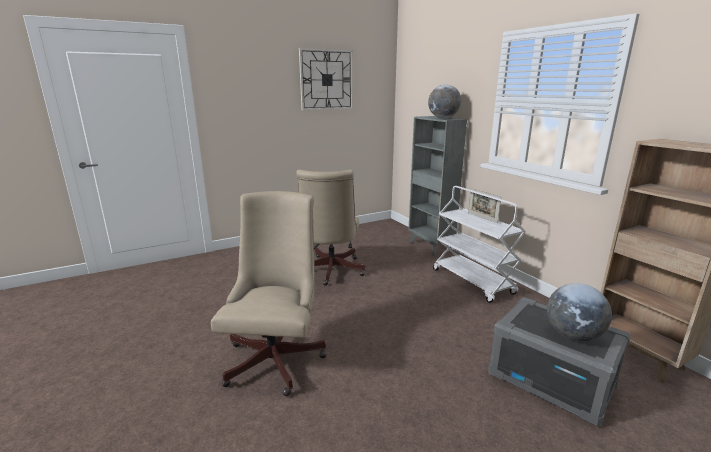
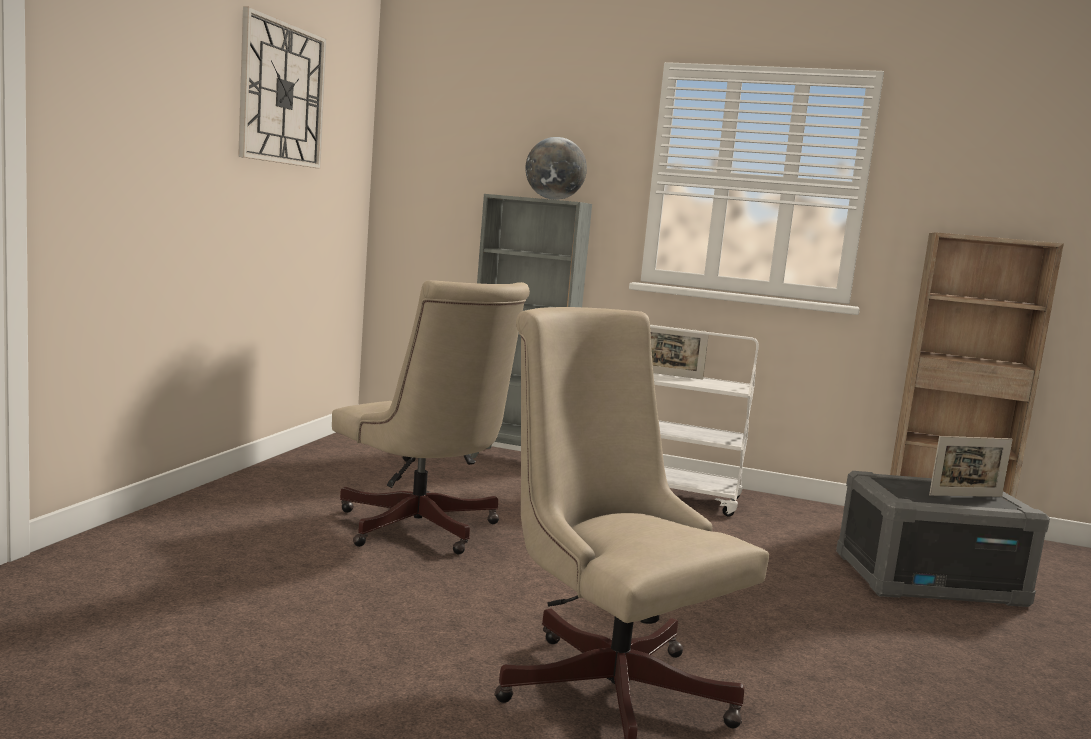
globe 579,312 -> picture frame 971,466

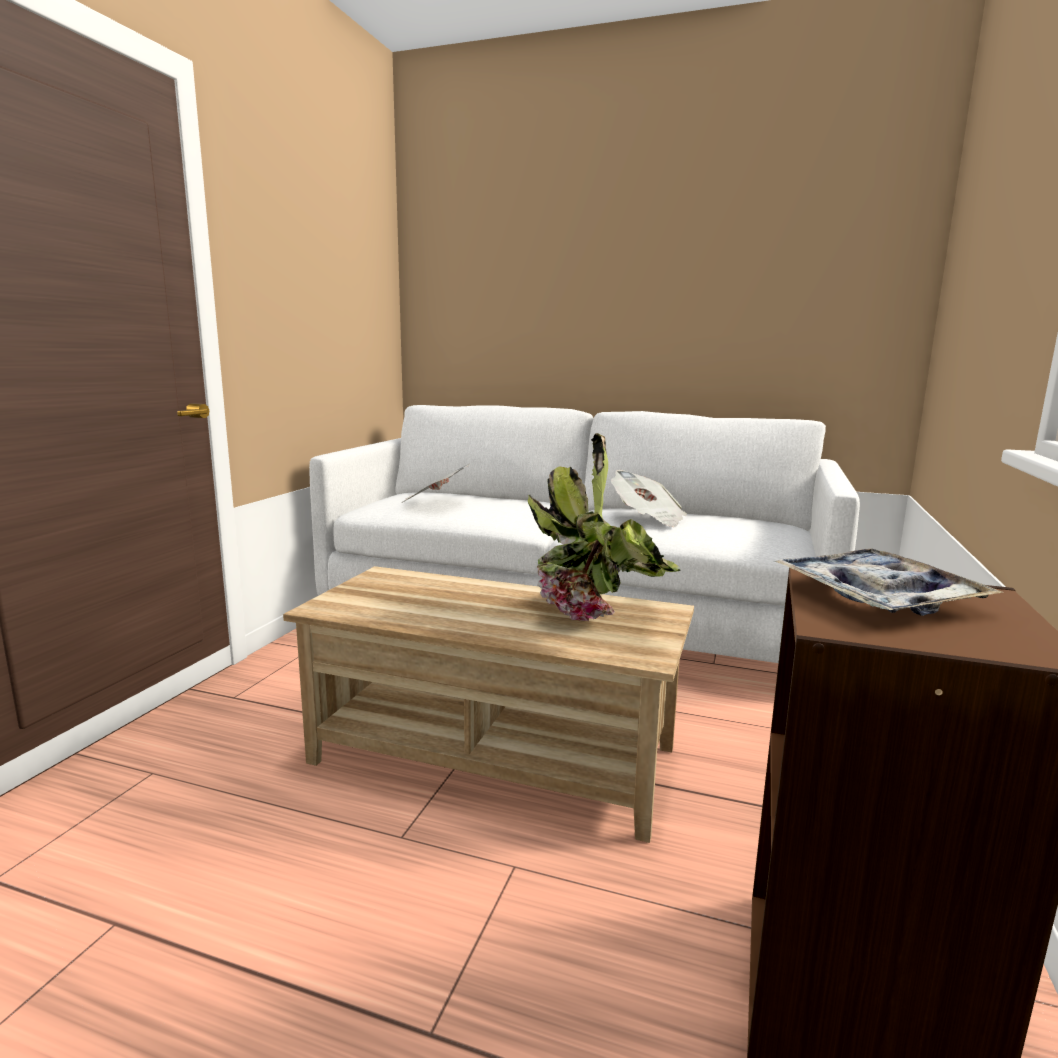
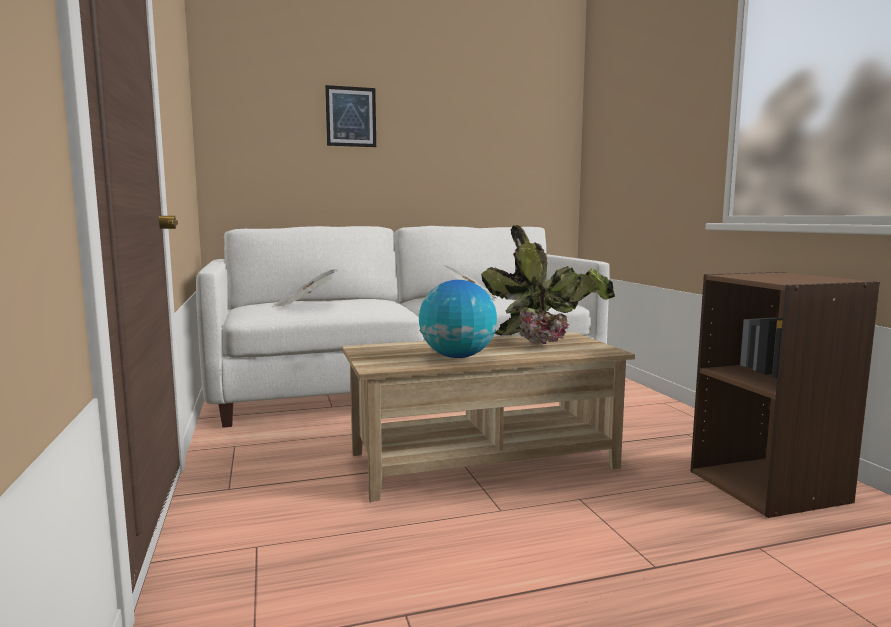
tray 888,582 -> none
none -> picture 350,116
none -> globe 458,319

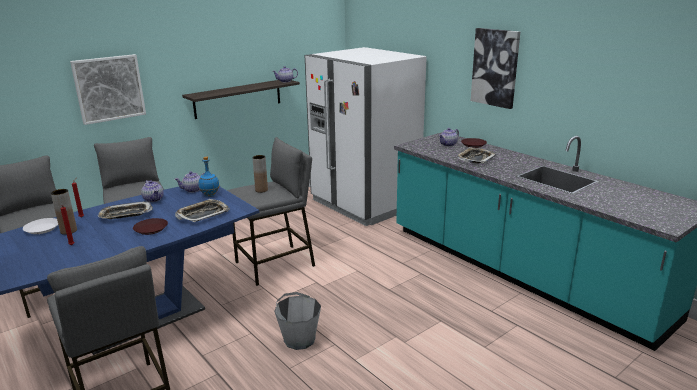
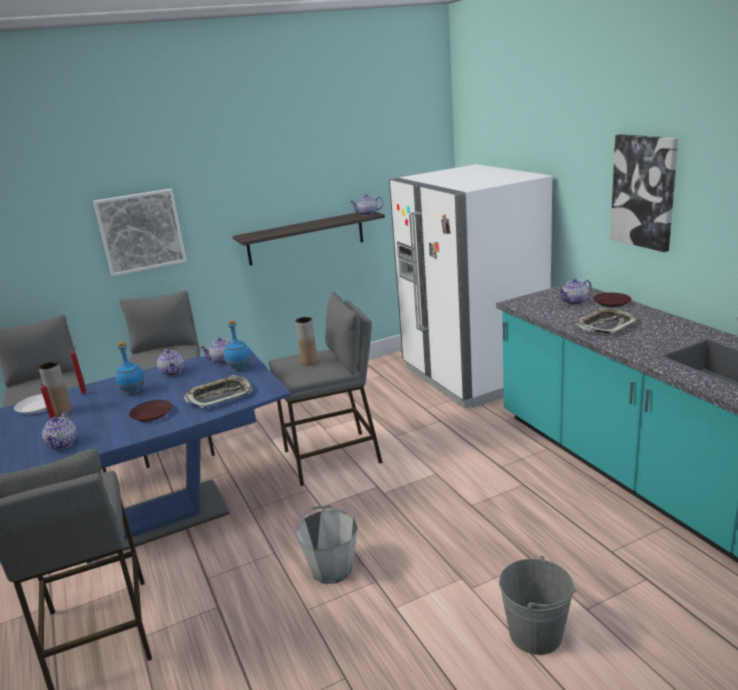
tray 125,210 -> bottle in blue 130,368
none -> teapot 59,430
none -> bucket in grey 537,605

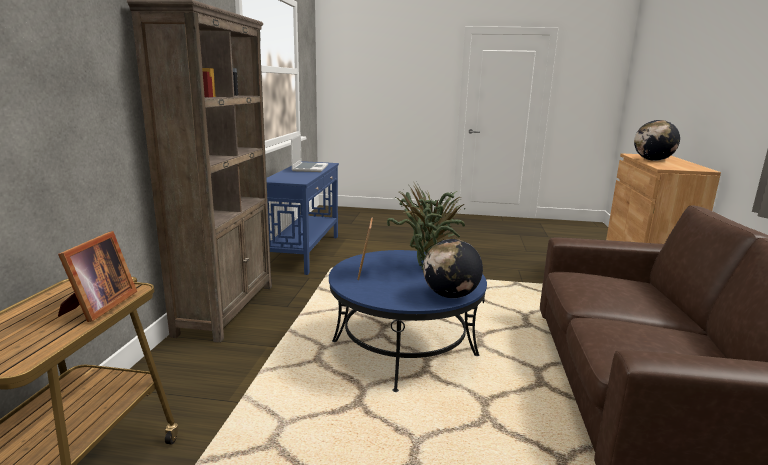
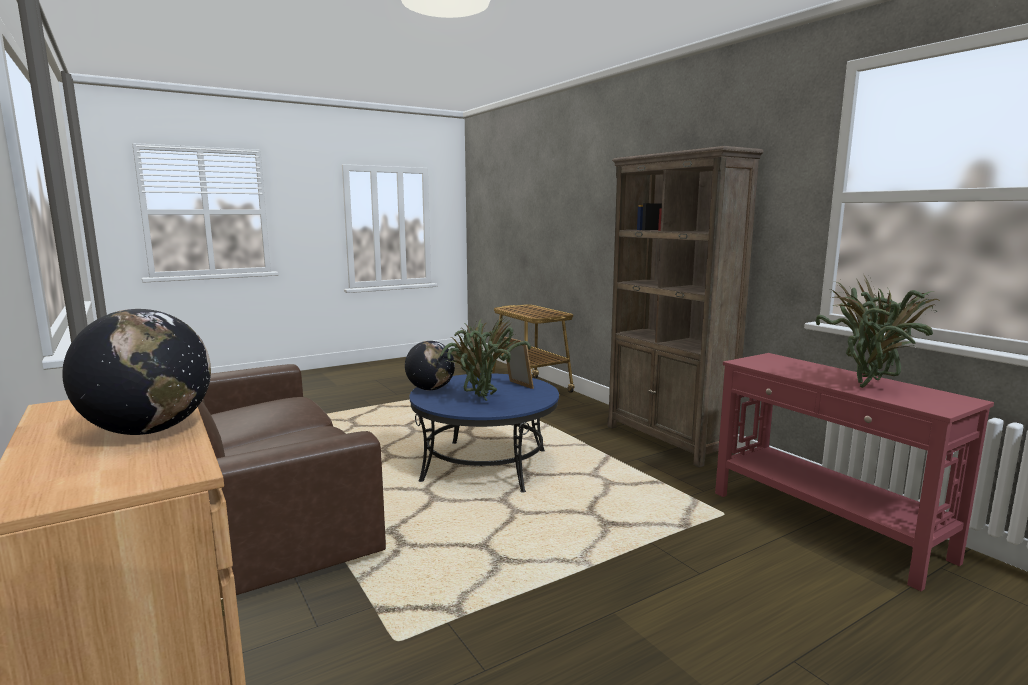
picture frame 97,276 -> none
console table in blue 302,218 -> console table in red 854,472
laptop 309,153 -> potted plant 878,331

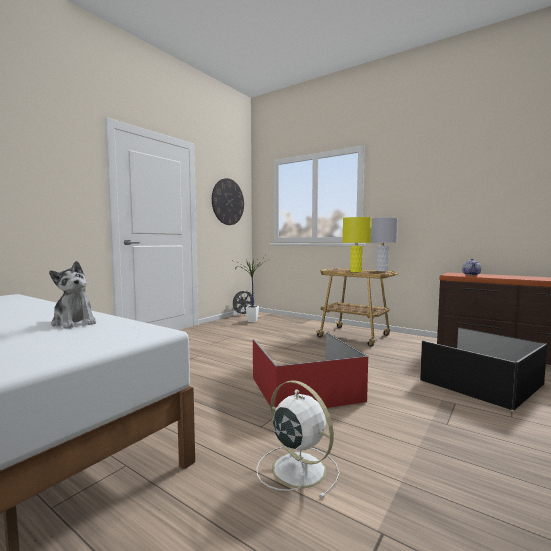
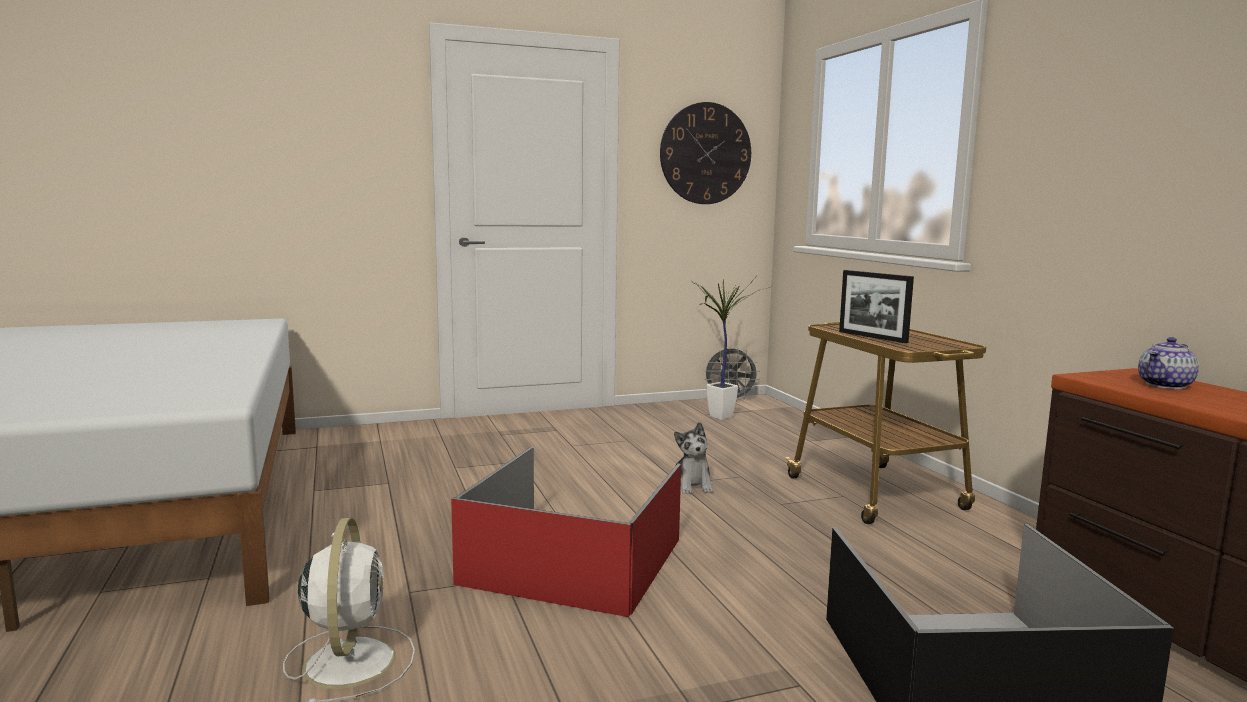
plush toy 72,295 -> plush toy 693,458, shifted
table lamp in yellow 357,244 -> picture frame 876,306
table lamp in grey 384,244 -> none

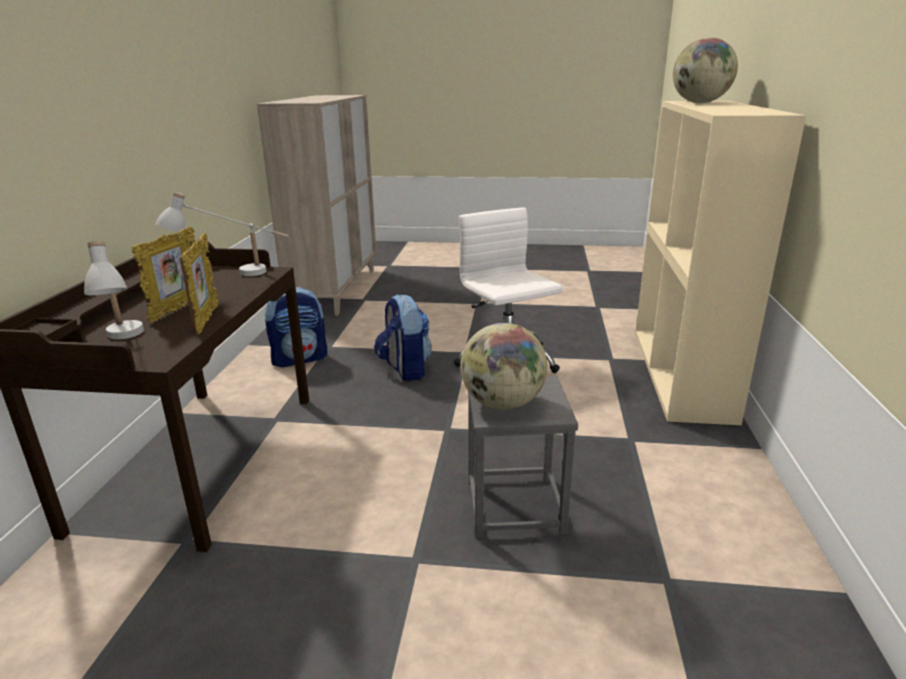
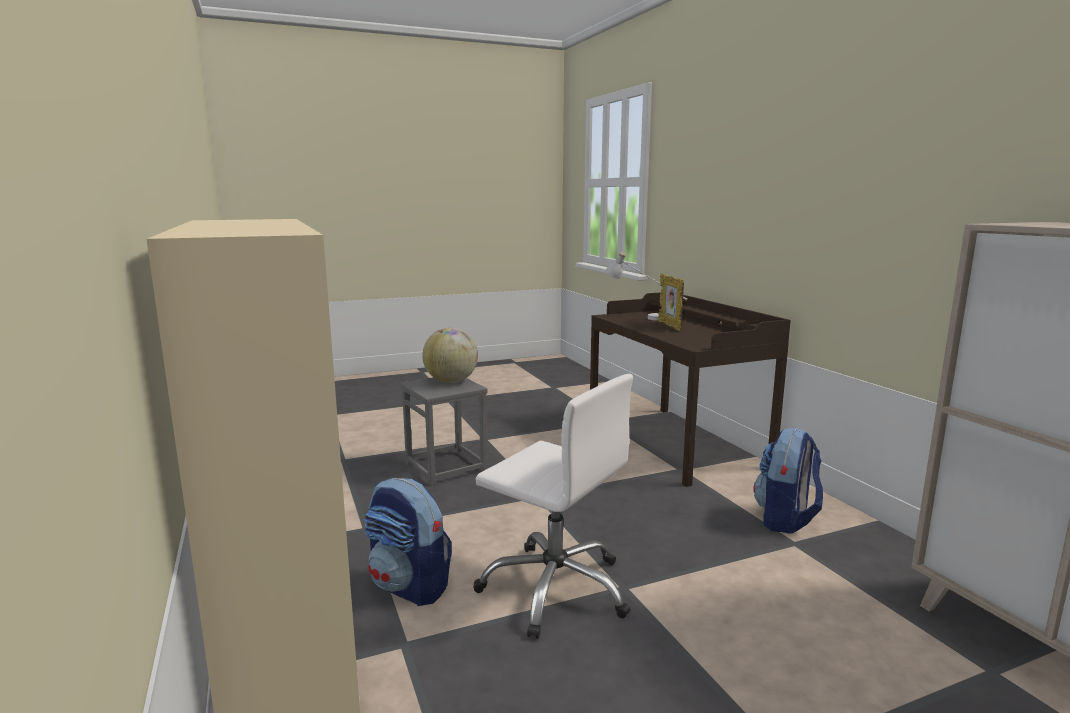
table lamp in white 222,234 -> none
picture frame 199,283 -> none
backpack 403,337 -> backpack 408,542, shifted
globe 705,70 -> none

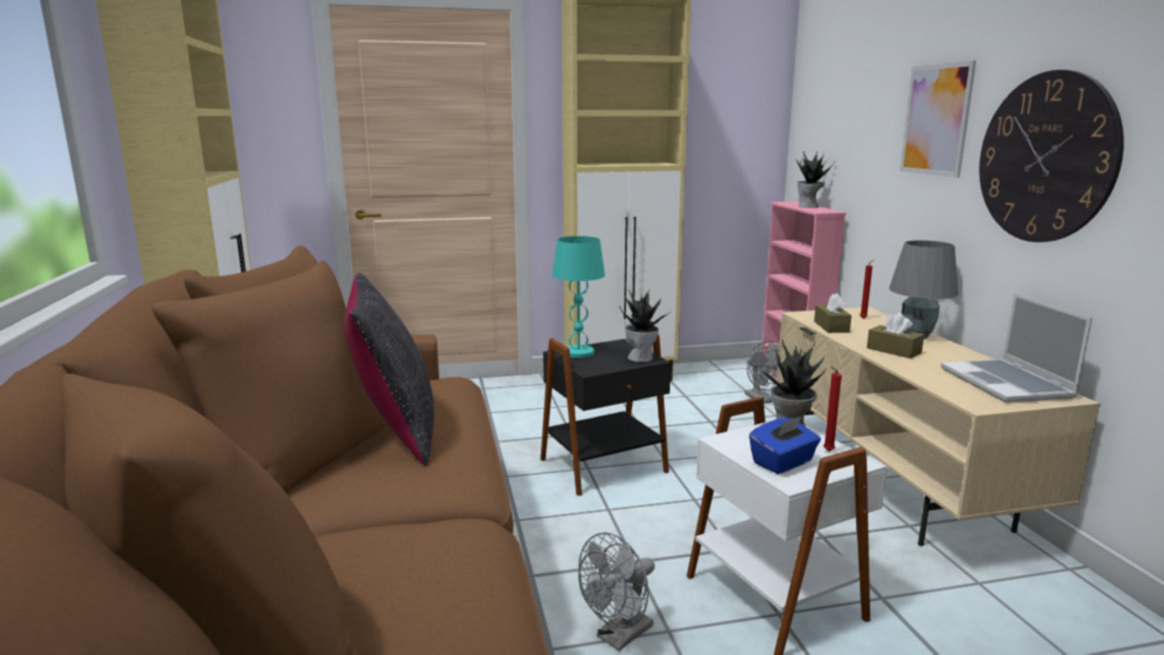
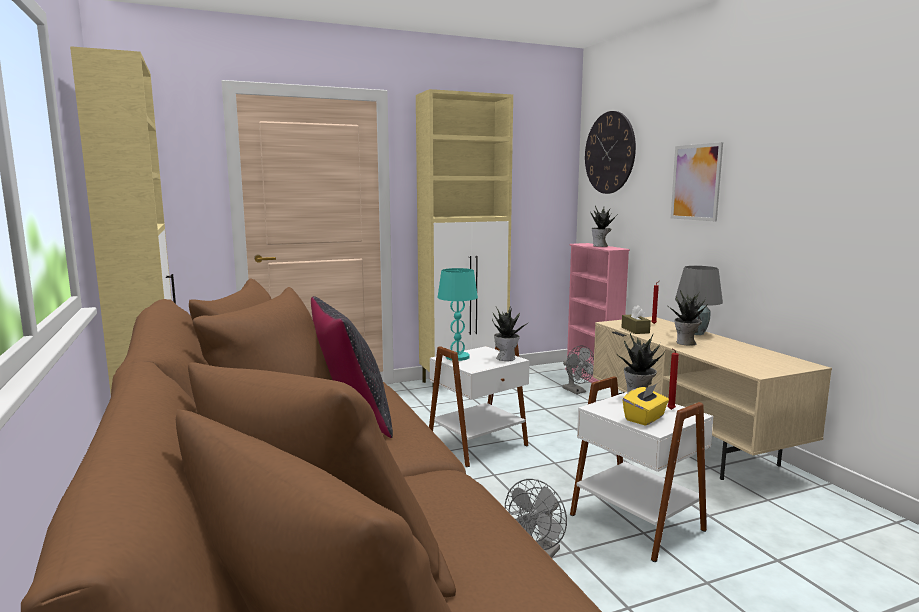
side table in black 605,415 -> side table in white 479,405
tissue box in blue 785,445 -> tissue box in yellow 646,405
tissue box in brown 895,336 -> potted plant 687,318
laptop 1016,348 -> none
wall clock 1051,156 -> wall clock 610,152, shifted

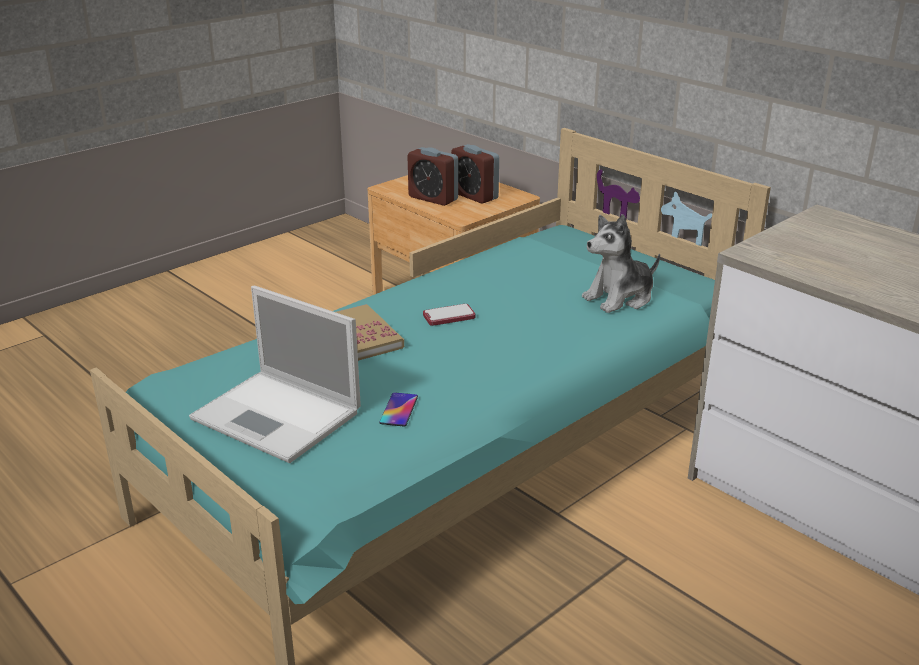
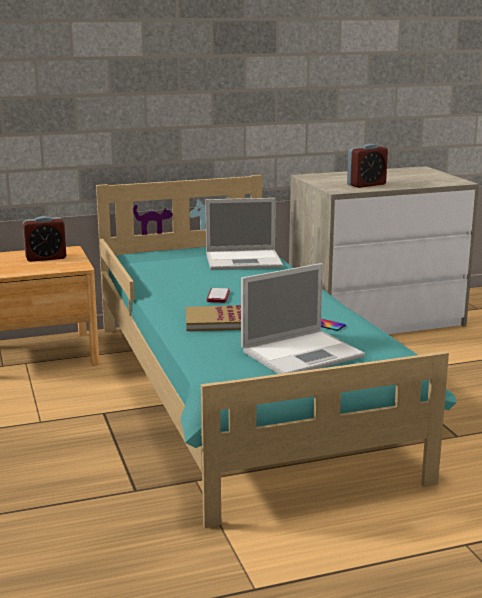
alarm clock 432,176 -> alarm clock 367,166, shifted
plush toy 621,263 -> laptop 244,234

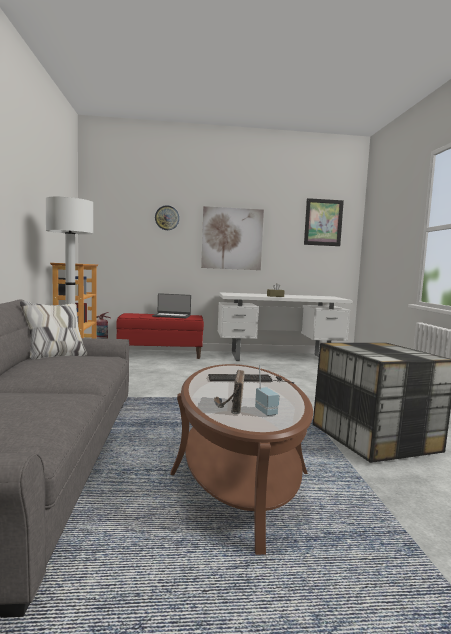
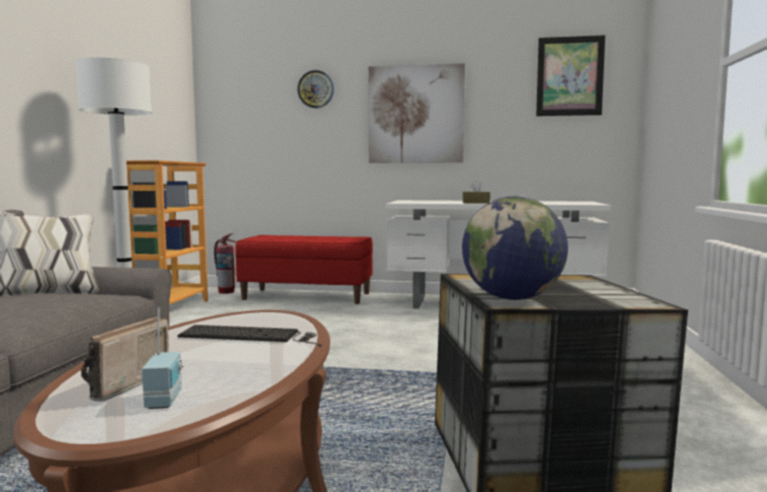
laptop 171,305 -> none
none -> globe 515,248

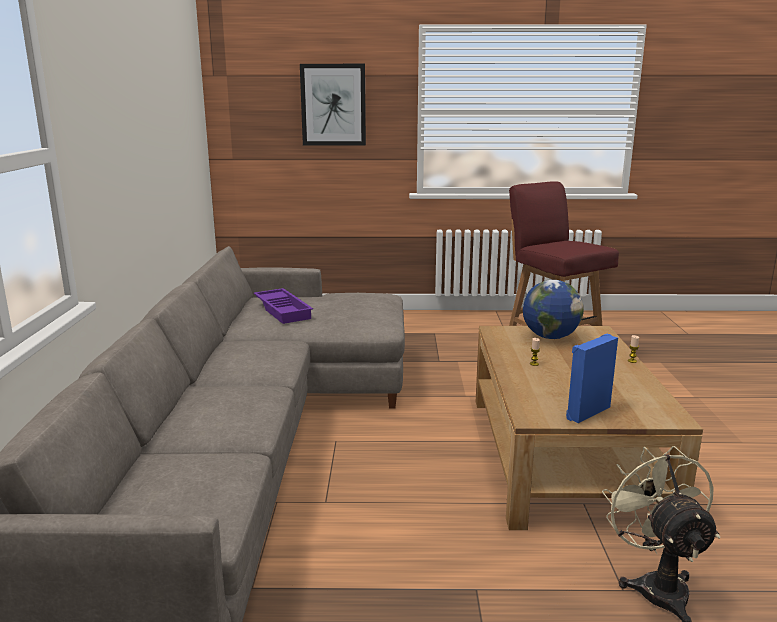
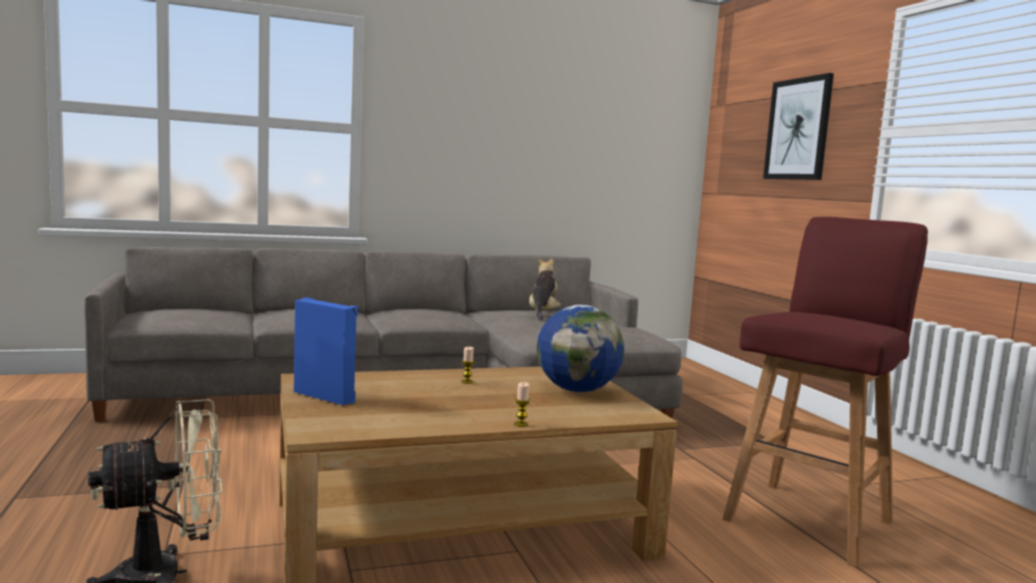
tray in purple 283,306 -> plush toy 545,289

